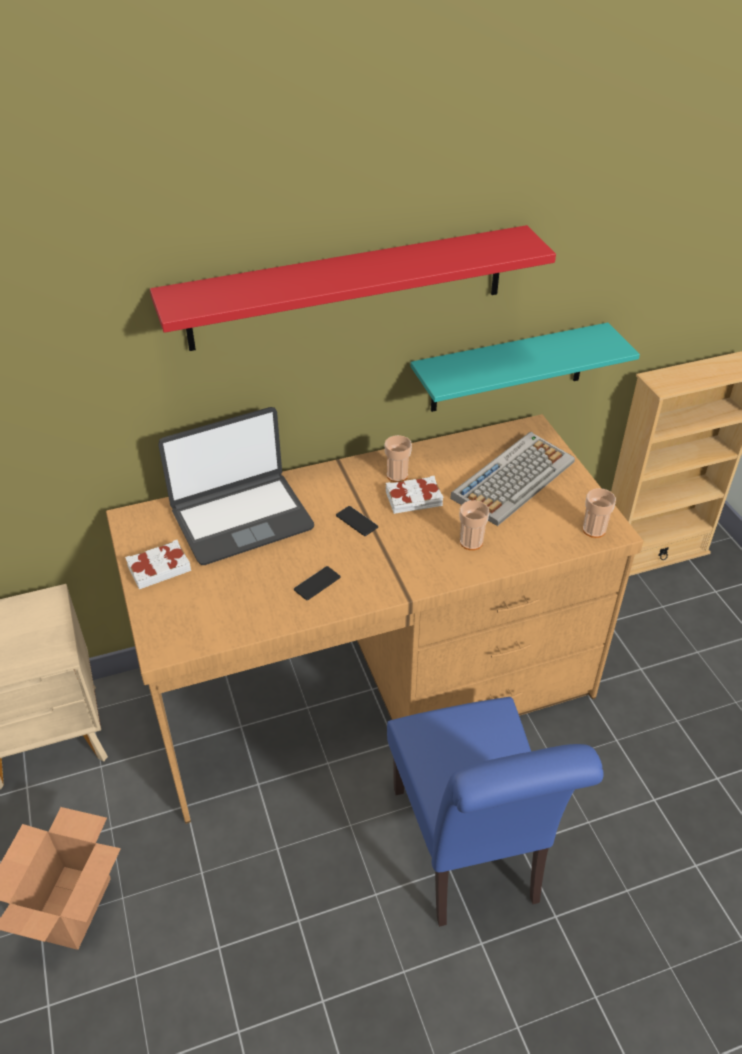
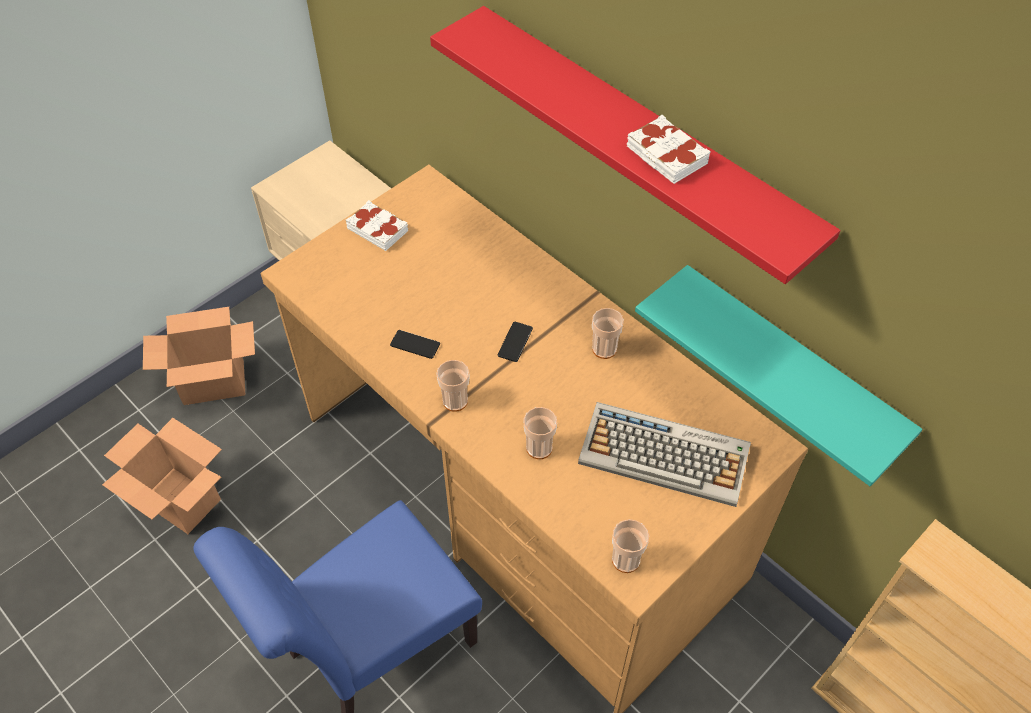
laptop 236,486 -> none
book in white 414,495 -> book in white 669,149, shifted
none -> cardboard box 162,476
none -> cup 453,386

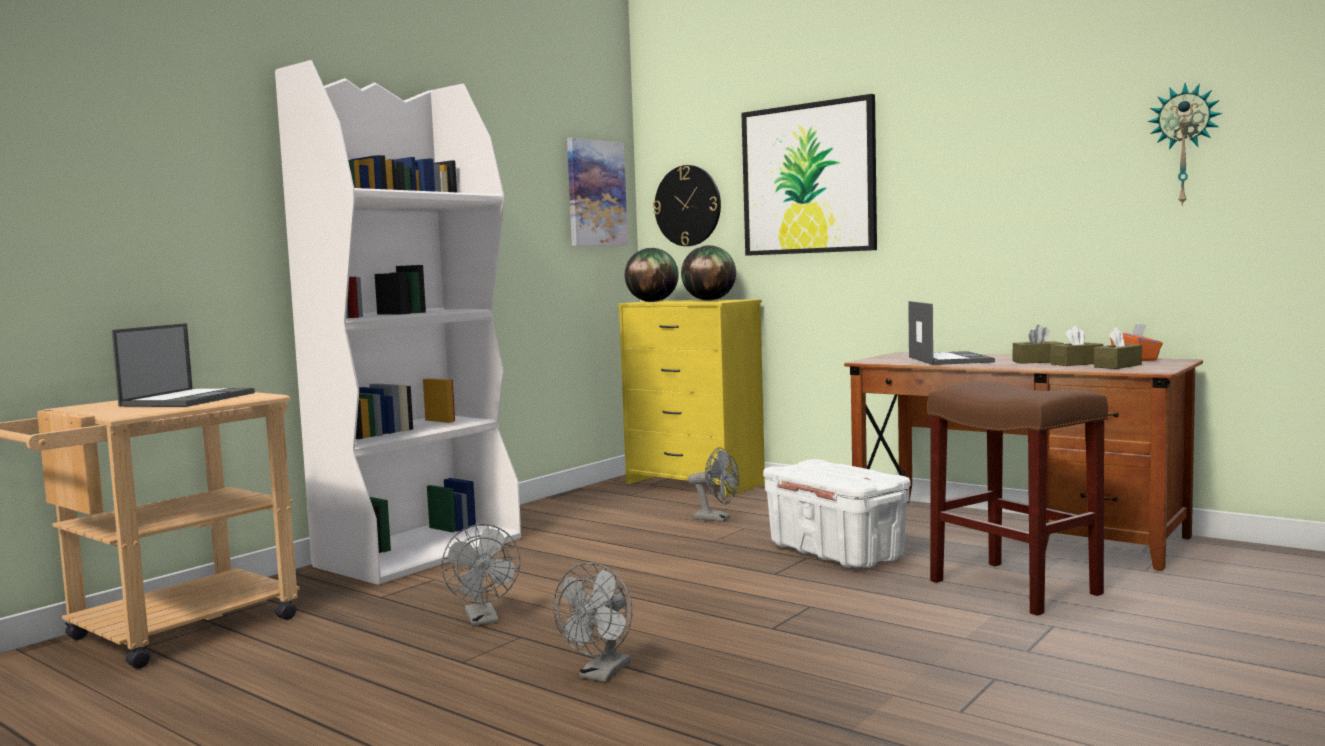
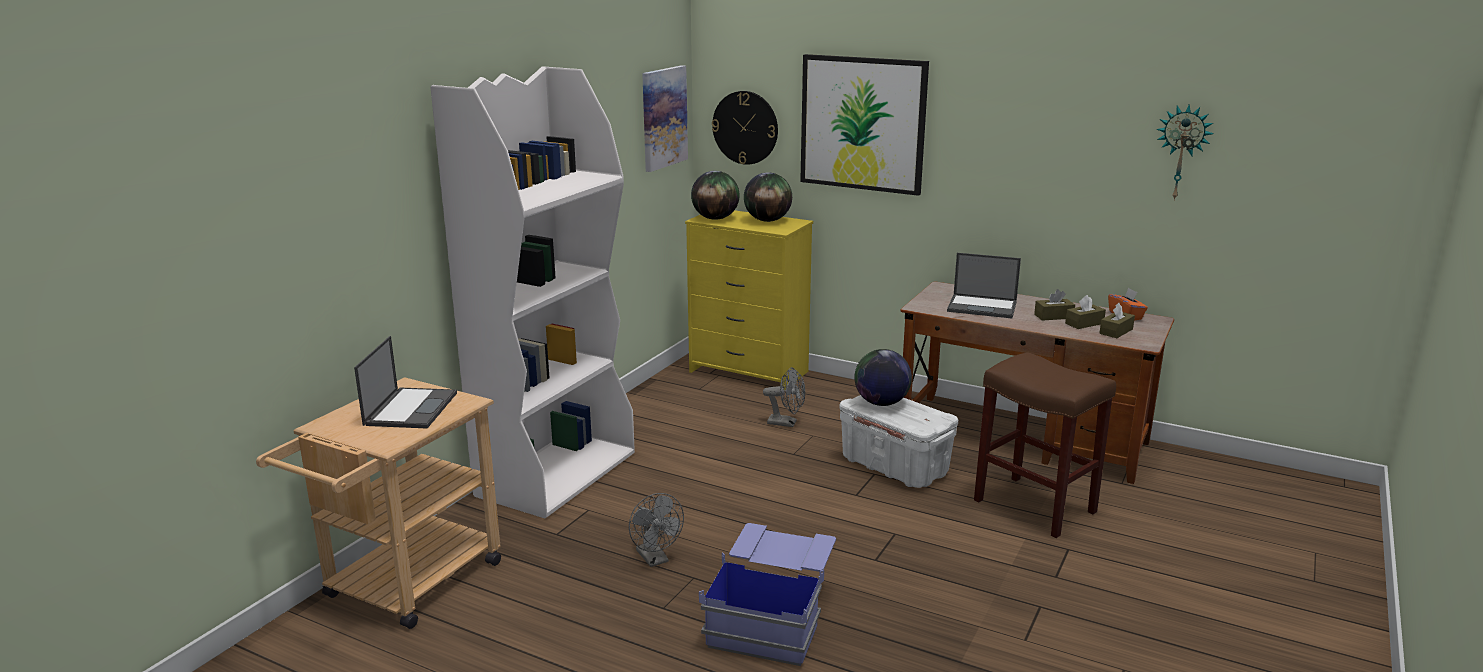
fan in grey 592,622 -> storage box in blue 767,594
laptop 951,333 -> laptop 984,285, 120 degrees clockwise
none -> globe 883,377

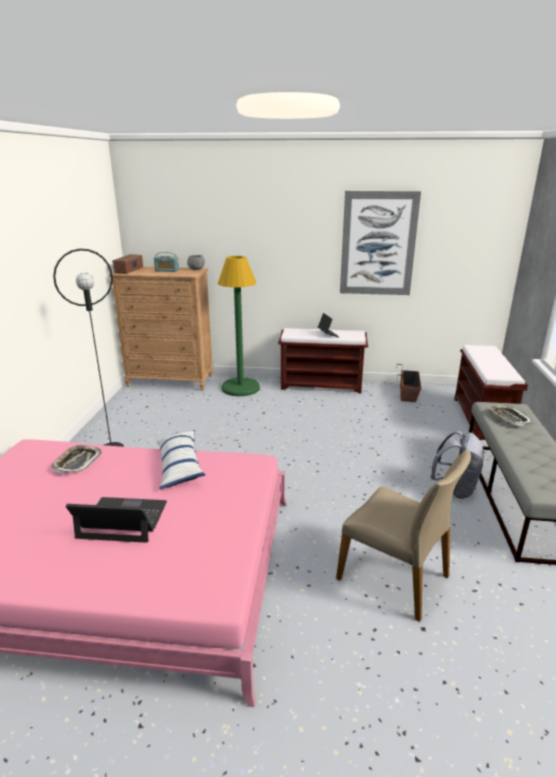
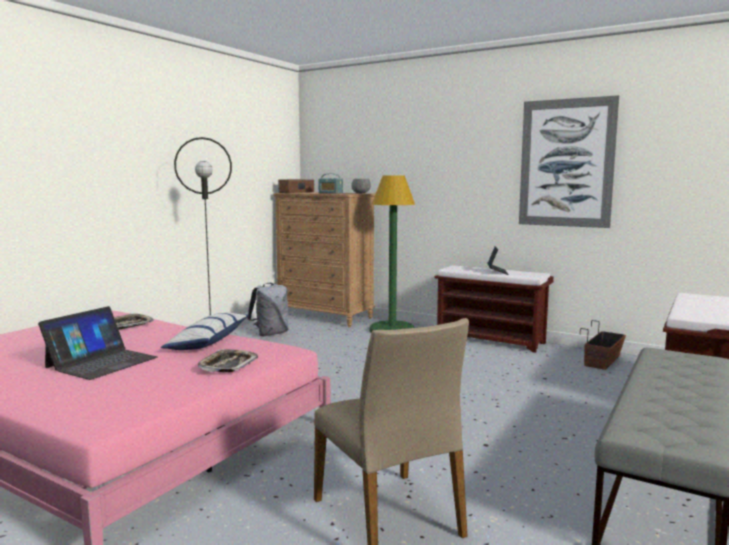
laptop 116,520 -> laptop 98,343, 90 degrees clockwise
backpack in grey 457,465 -> backpack in grey 268,310, shifted
tray 511,415 -> tray 228,360, shifted

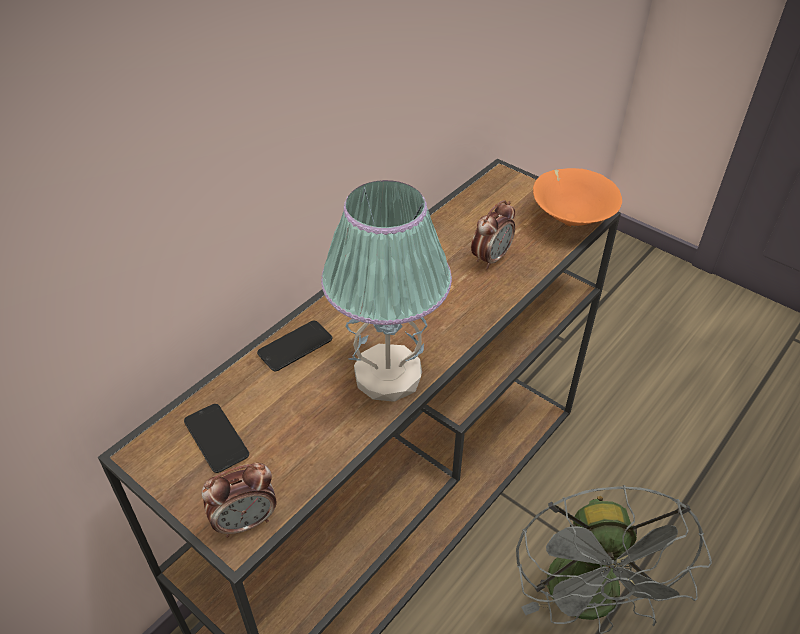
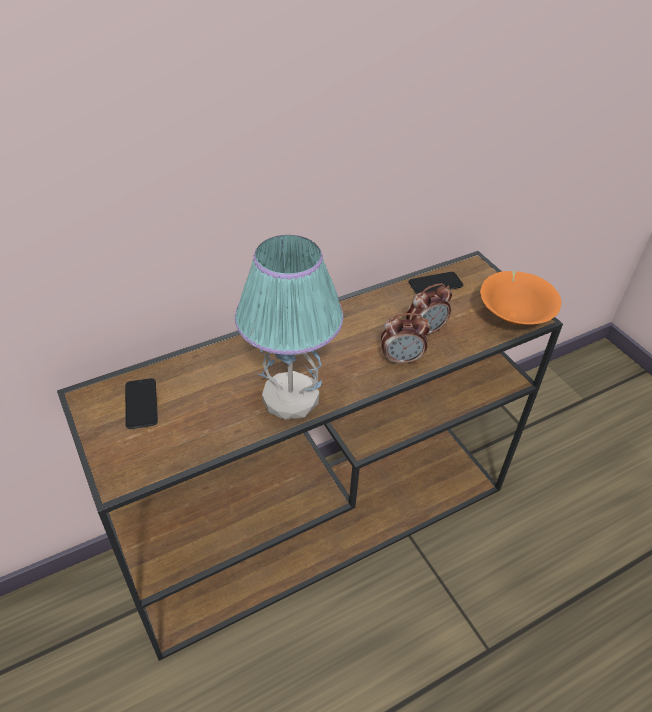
alarm clock 239,500 -> alarm clock 405,338, shifted
phone 294,346 -> phone 436,283, shifted
fan in grey 614,559 -> none

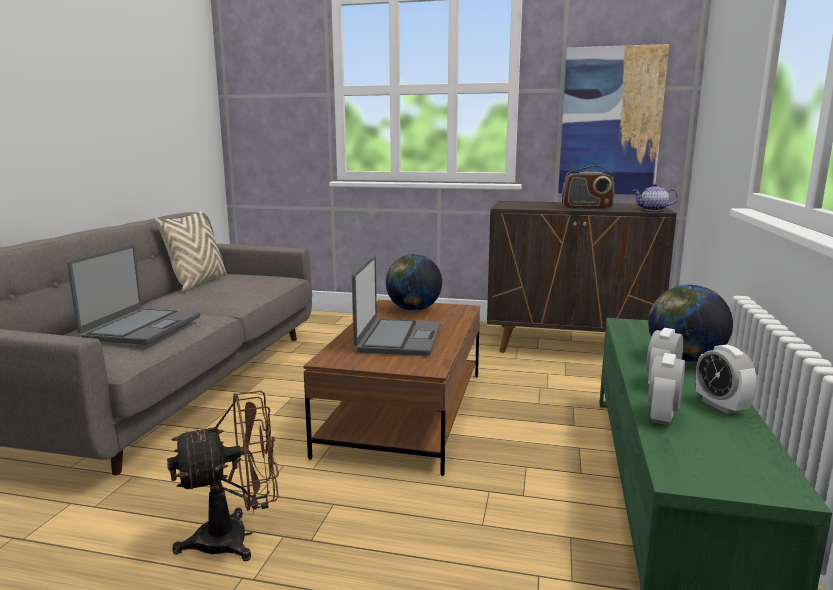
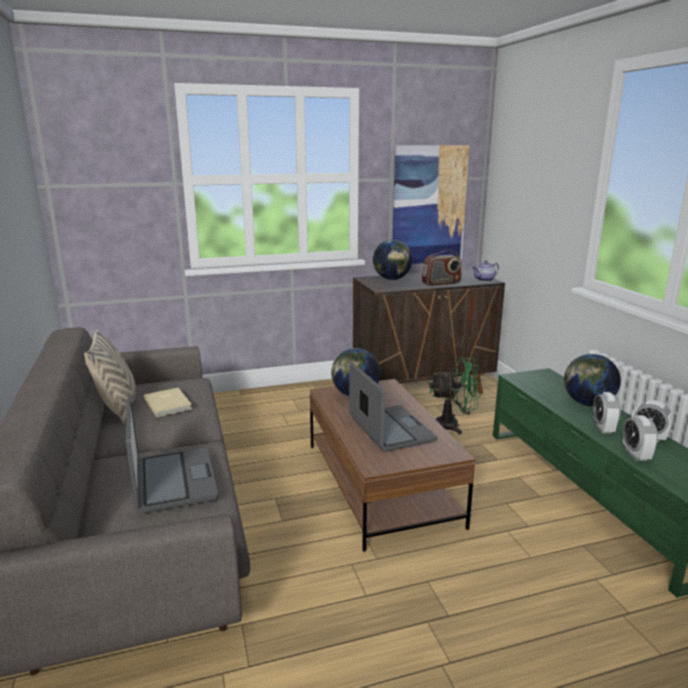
fan in brown 223,476 -> none
none -> book in beige 168,402
none -> globe 392,260
none -> fan in green 455,396

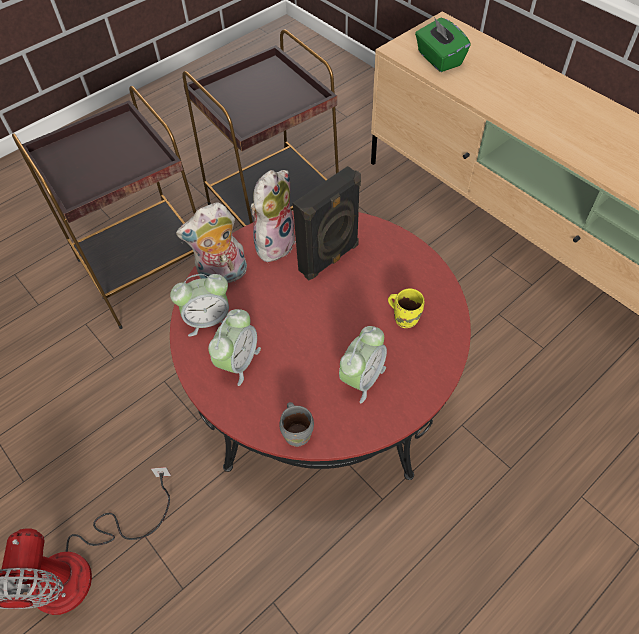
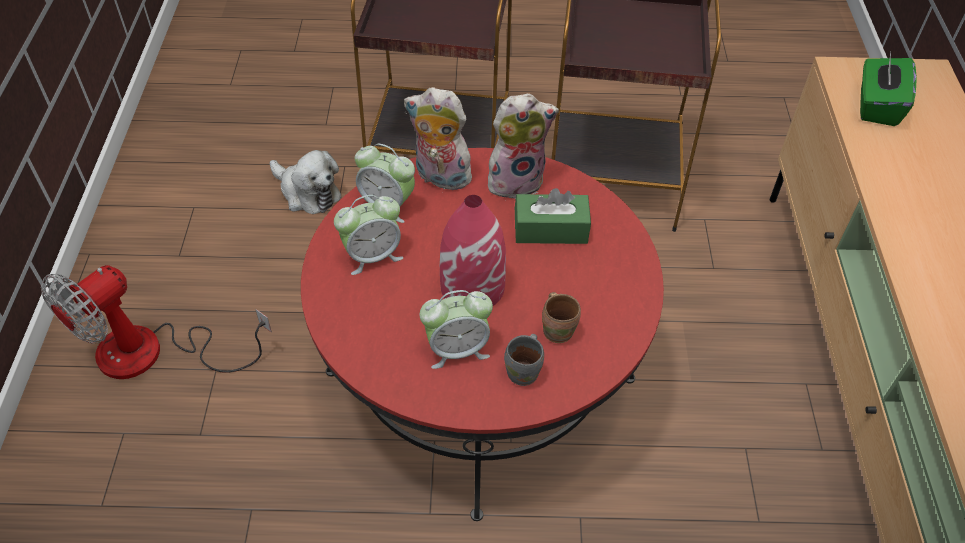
mug in grey 296,424 -> mug in grey 524,360, shifted
speaker in black 327,223 -> tissue box in green 553,216
mug in yellow 406,308 -> mug in brown 561,317
none -> plush toy 306,182
none -> vase in red 473,250

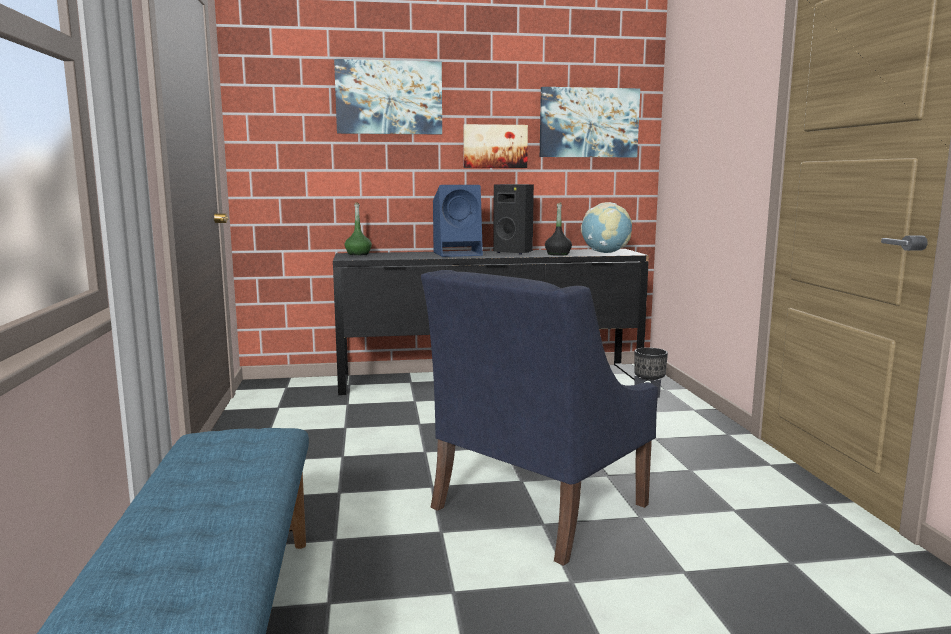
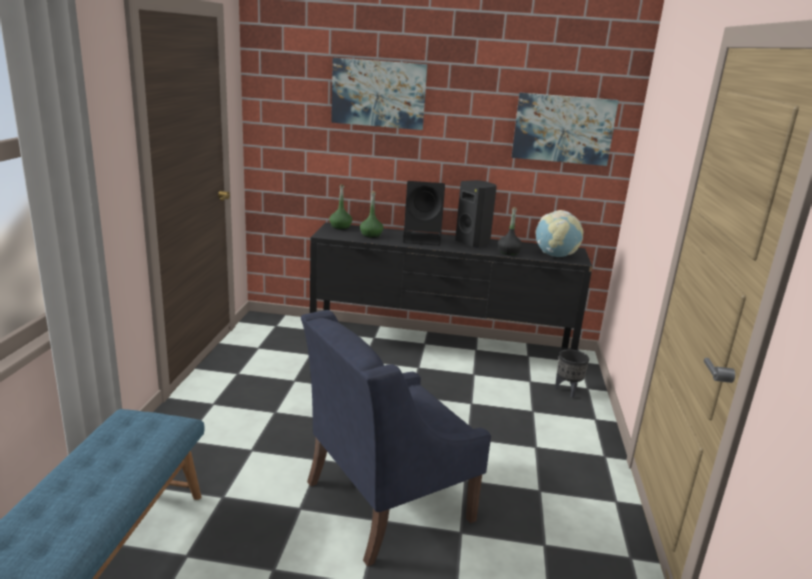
speaker in blue 458,221 -> speaker in black 424,213
picture 495,146 -> none
none -> bottle in green 371,214

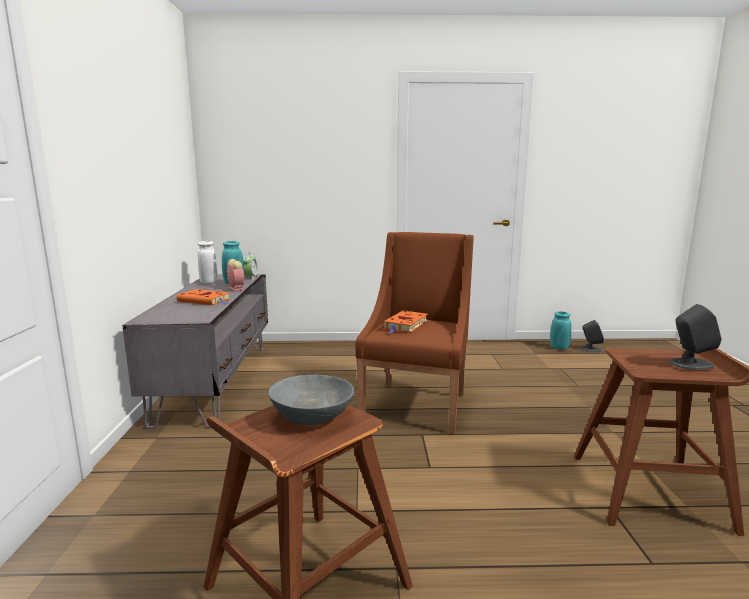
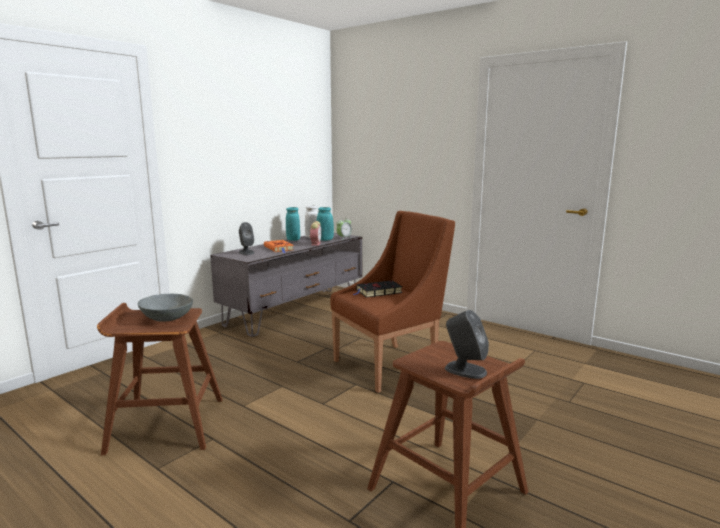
book in orange 405,322 -> book in black 378,288
vase in turquoise 560,330 -> vase in turquoise 293,224, shifted
speaker in grey 592,336 -> speaker in grey 247,238, shifted

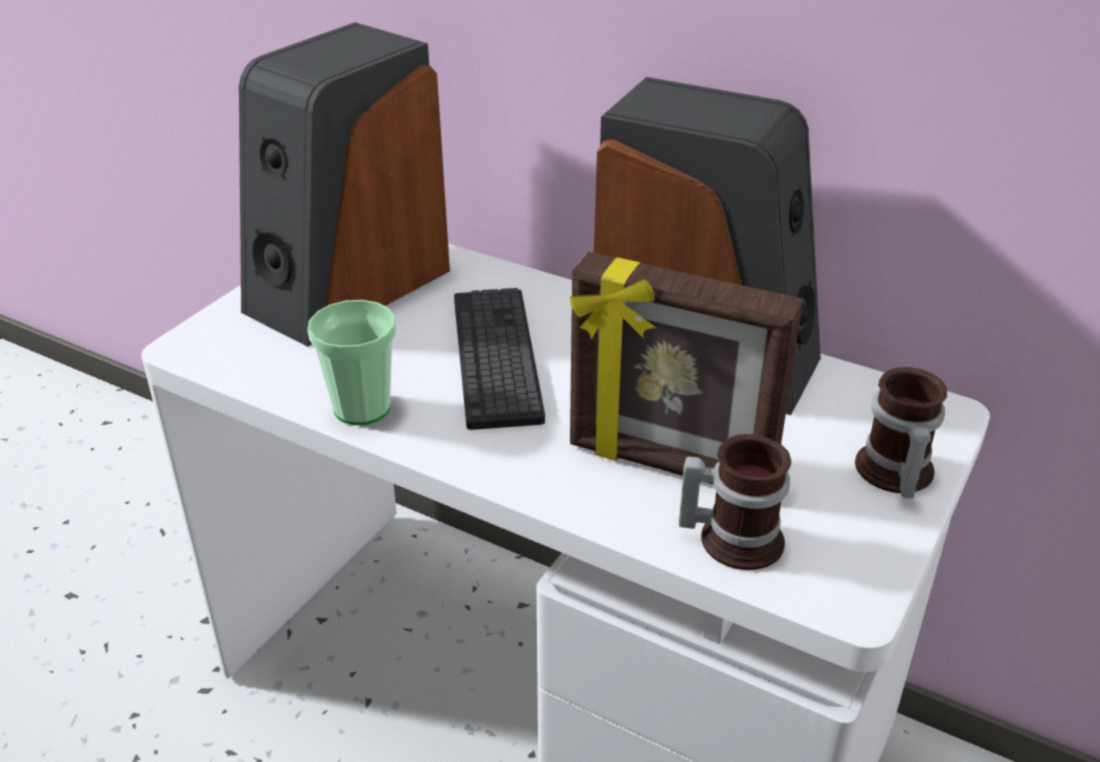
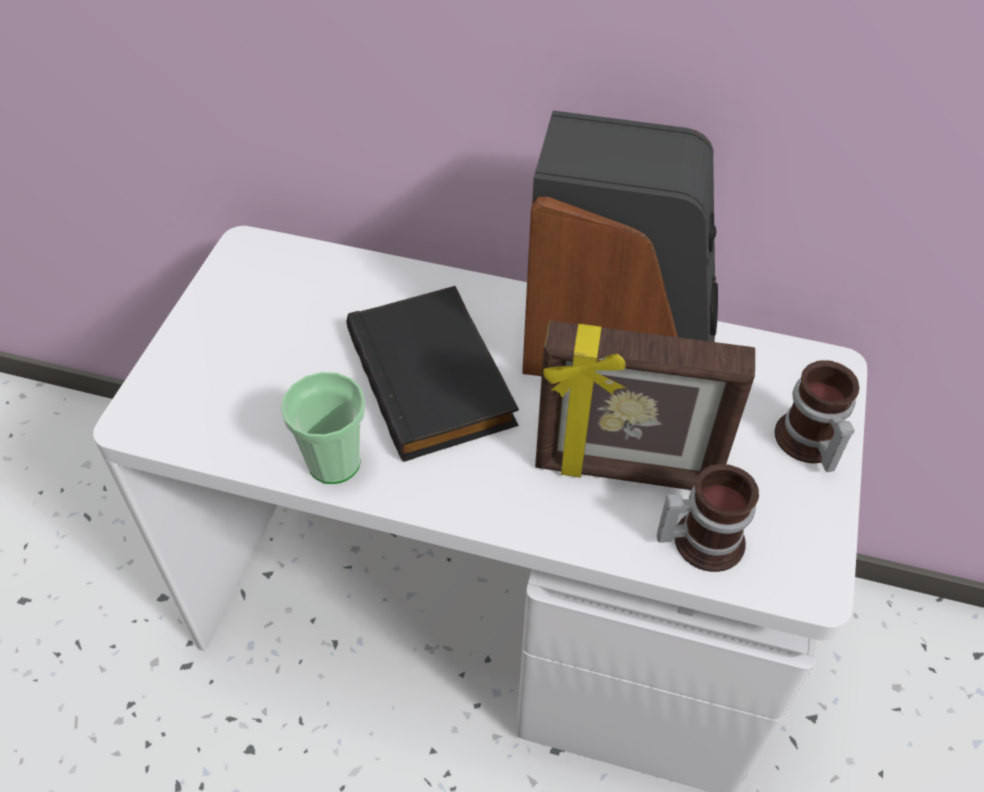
speaker 344,184 -> none
keyboard 499,359 -> book in black 432,374

